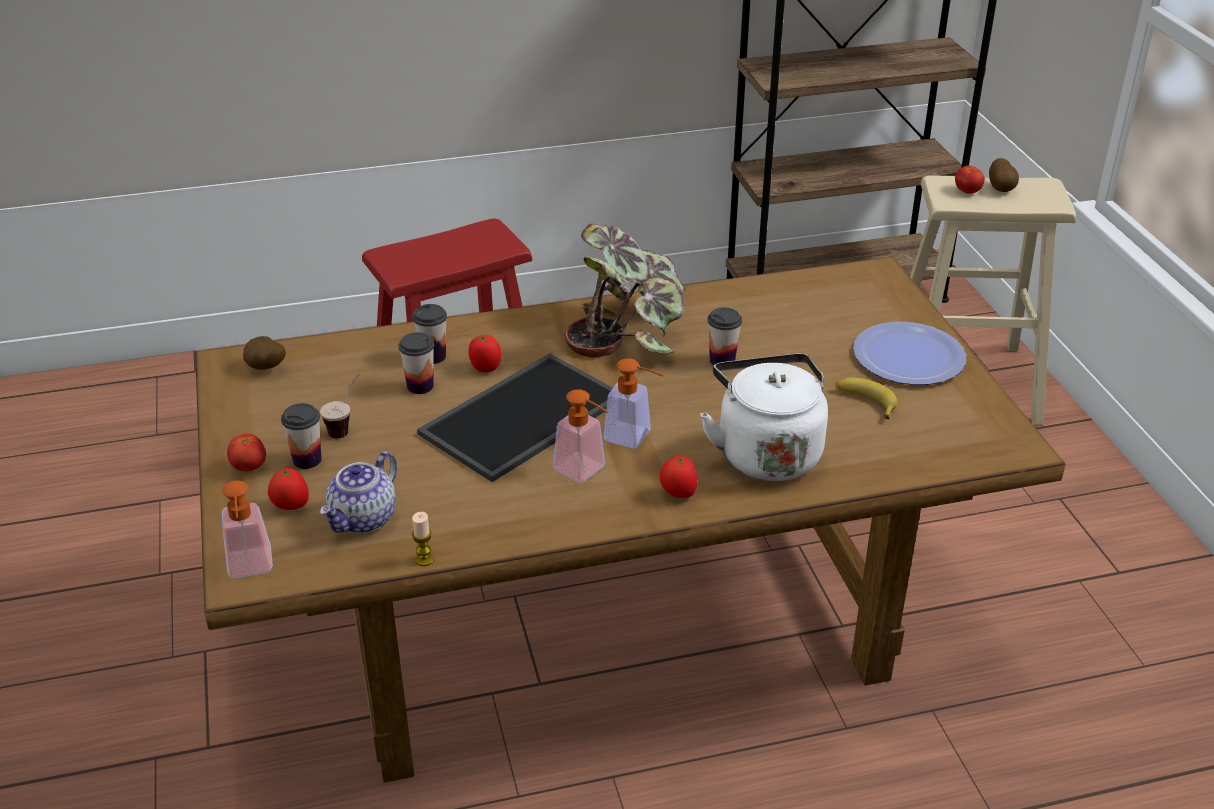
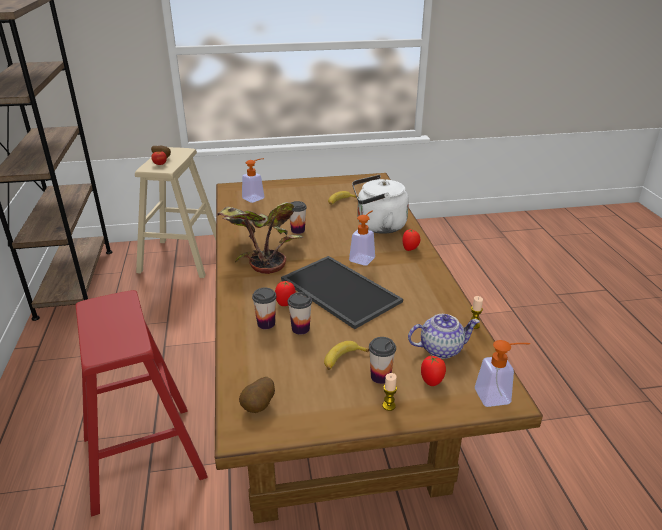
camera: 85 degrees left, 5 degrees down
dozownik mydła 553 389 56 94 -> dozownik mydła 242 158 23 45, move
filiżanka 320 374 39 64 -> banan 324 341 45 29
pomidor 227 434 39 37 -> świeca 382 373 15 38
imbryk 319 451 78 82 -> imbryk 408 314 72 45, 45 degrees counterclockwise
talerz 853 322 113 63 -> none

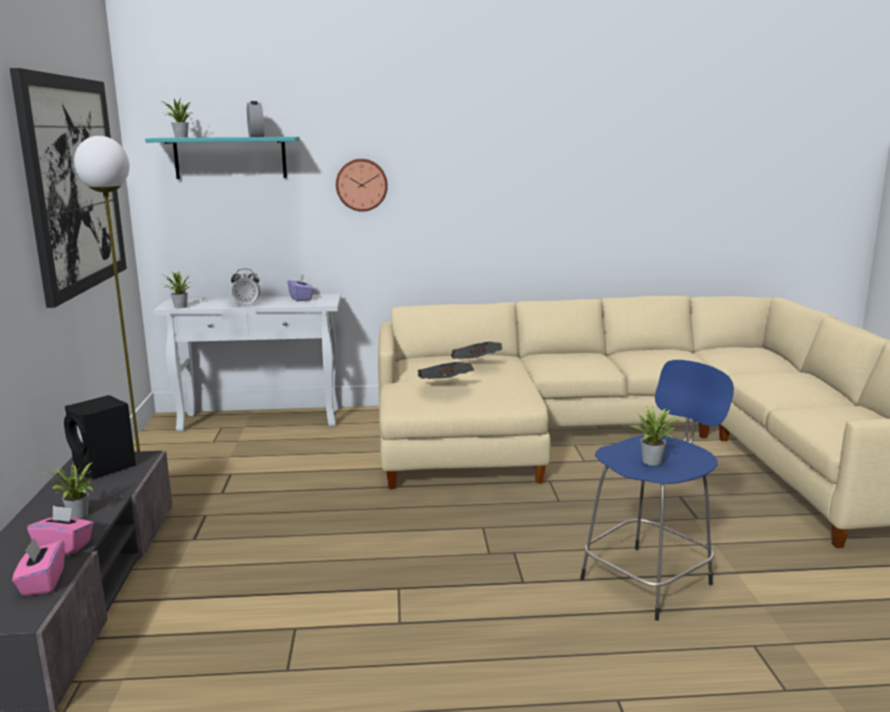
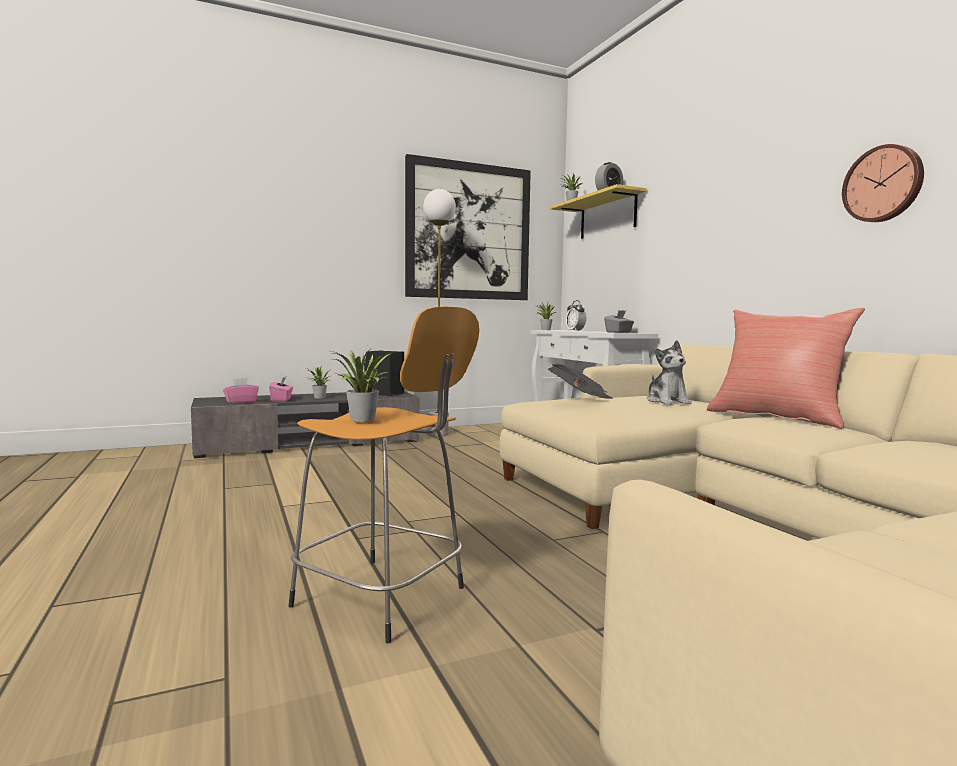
camera: 70 degrees right, 10 degrees down
stołek [niebieski] 580 360 154 261 -> stołek [pomarańczowy] 288 306 191 338
półka [turkusowy] 145 137 155 42 -> półka [żółty] 550 184 97 55
pudełko chusteczek [fioletowy] 287 275 27 27 -> pudełko chusteczek [szary] 604 310 30 23
gazeta 451 342 51 17 -> pluszak 647 340 45 65
none -> poduszka [czerwony] 707 308 158 121
zegar ścienny 336 159 52 53 -> zegar ścienny 842 144 82 78, move

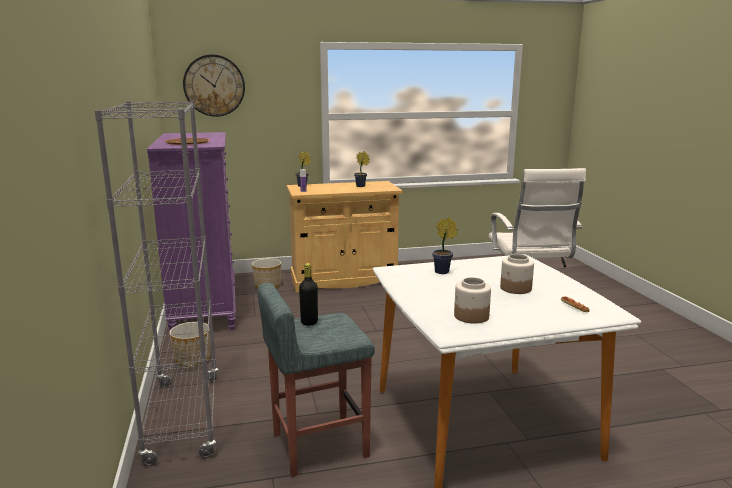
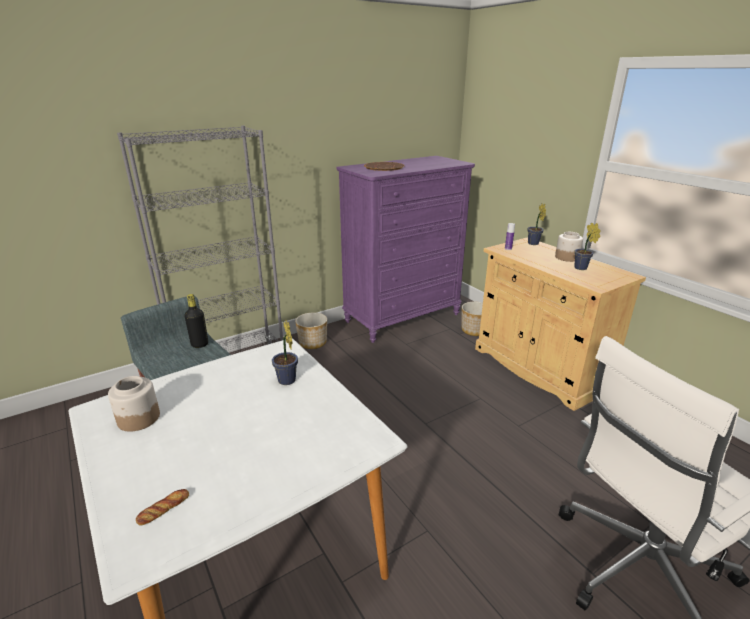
camera: 70 degrees right, 10 degrees up
słoik 500 254 34 40 -> słoik 555 232 28 30, move
zegar ścienny 183 54 62 63 -> none

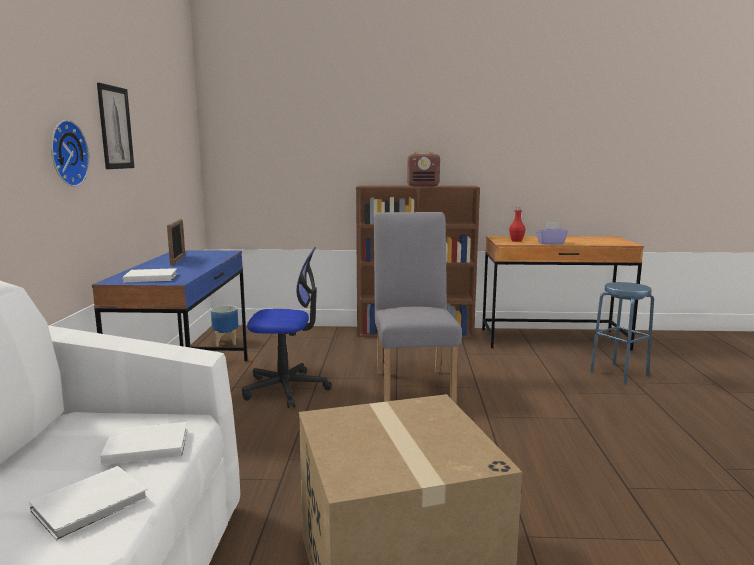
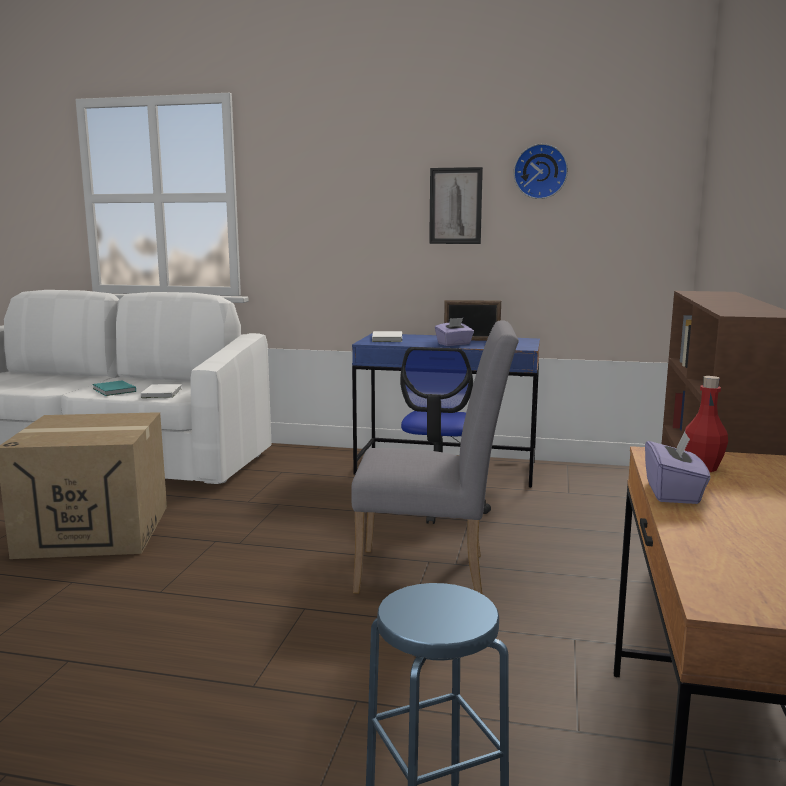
camera: 100 degrees right, 0 degrees up
książka [biały] 29 466 119 75 -> książka [turkusowy] 92 380 44 16
none -> pudełko chusteczek [fioletowy] 435 318 39 28
zegar ścienny 51 120 39 67 -> zegar ścienny 514 144 54 55, move
donica 211 305 27 41 -> none
radio 407 152 33 34 -> none

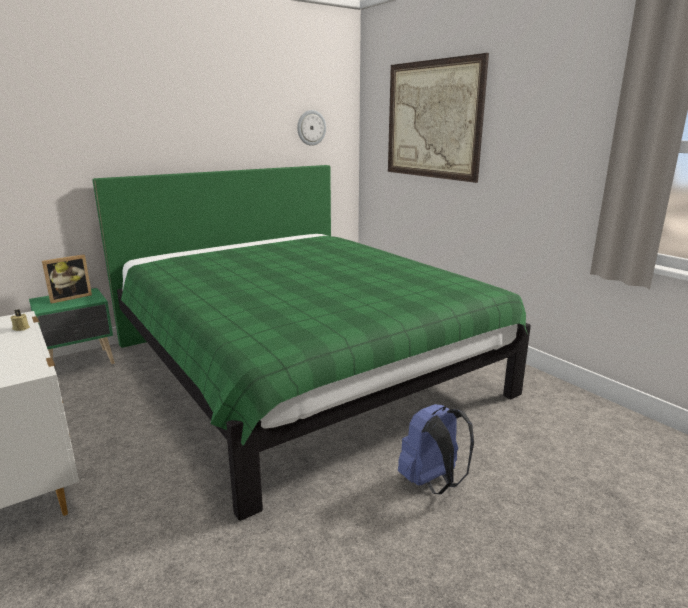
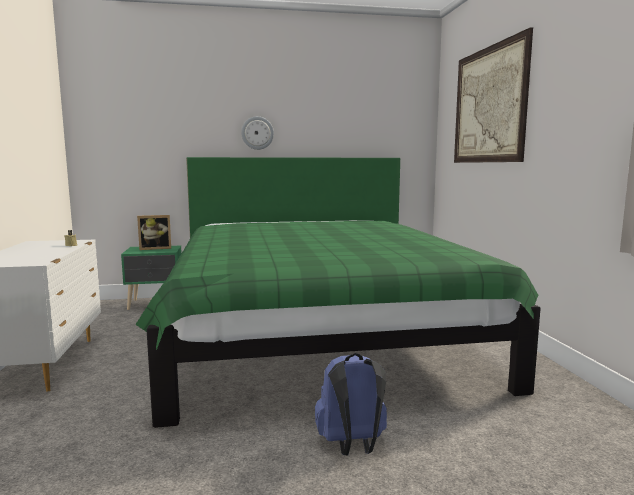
camera: 25 degrees right, 10 degrees down
zegar ścienny 297 110 29 36 -> zegar ścienny 241 116 33 34, move

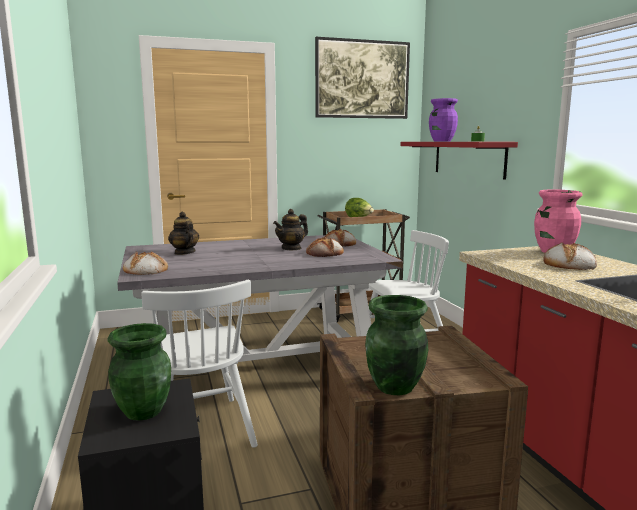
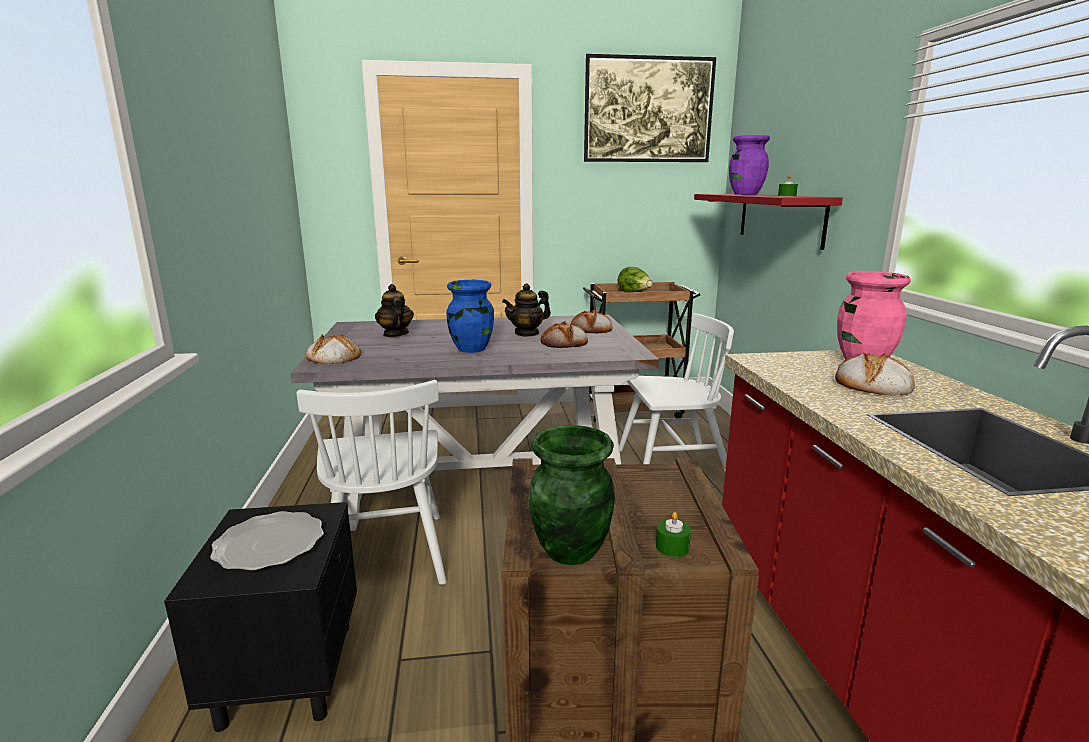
camera: 10 degrees right, 5 degrees up
wazon [zielony] 108 323 63 98 -> talerz 210 511 114 60
none -> wazon [niebieski] 446 280 48 73
none -> świeca [zielony] 656 512 35 45

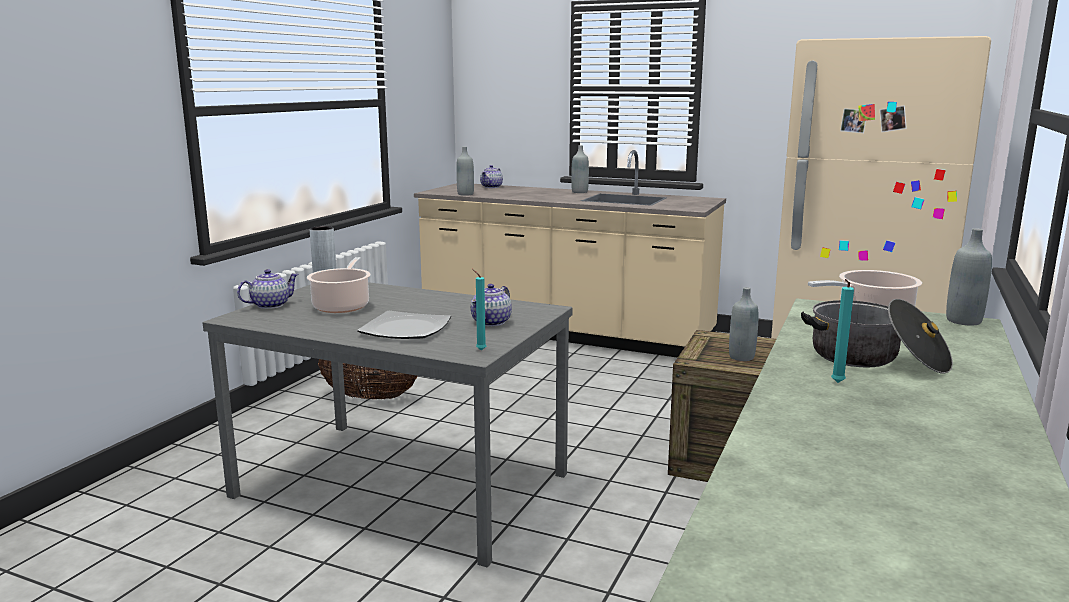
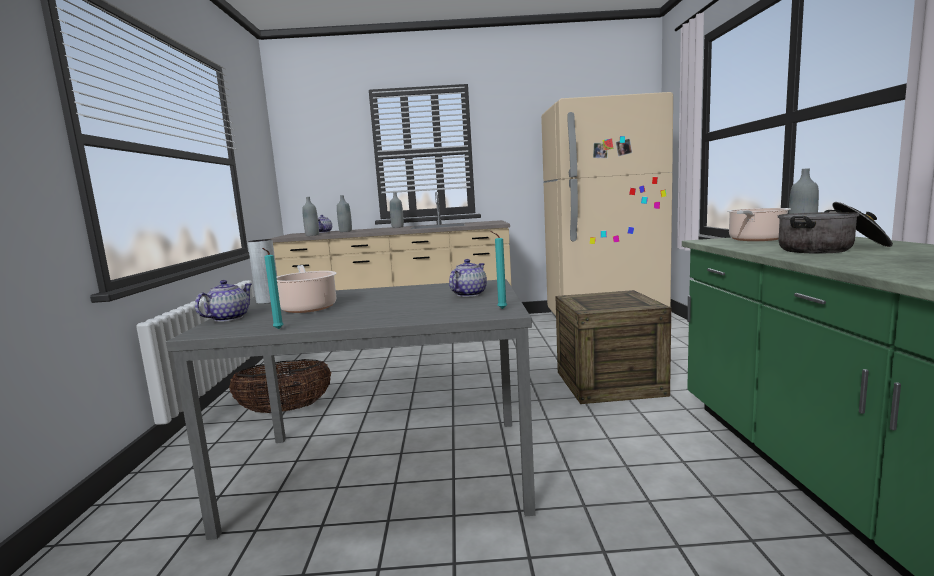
camera: 25 degrees left, 5 degrees down
świeca [turkusowy] 831 279 23 104 -> świeca [turkusowy] 262 248 22 81, move
butelka [szary] 729 287 29 74 -> butelka [szary] 337 195 15 37, move
imbryk 471 284 41 43 -> imbryk 449 259 38 38, 150 degrees counterclockwise
talerz 357 311 94 28 -> none

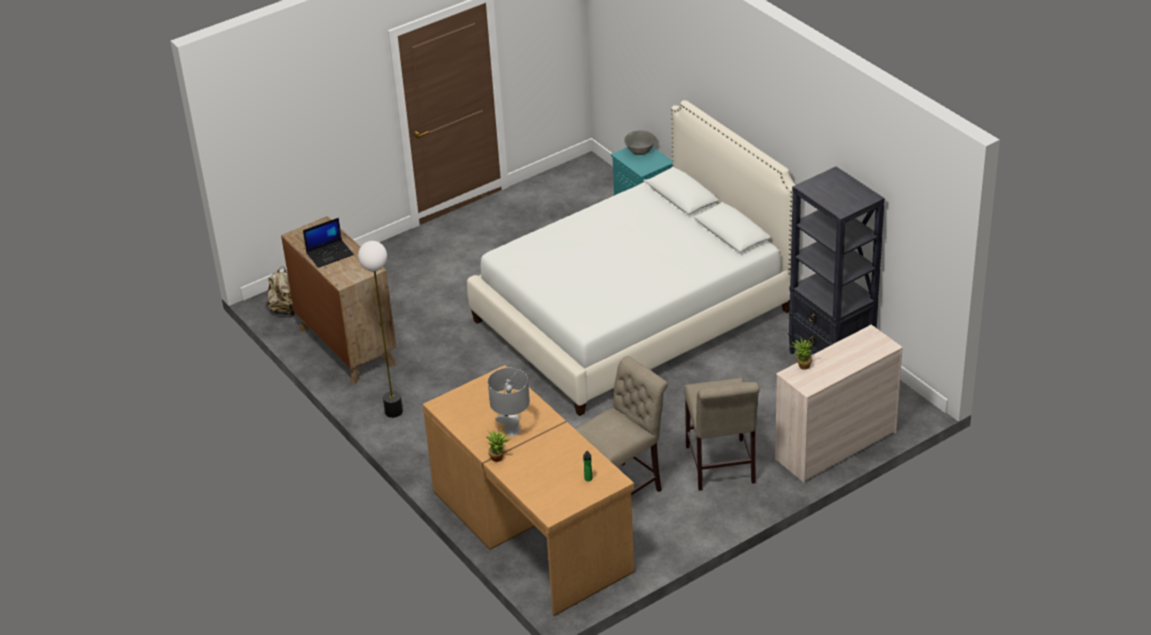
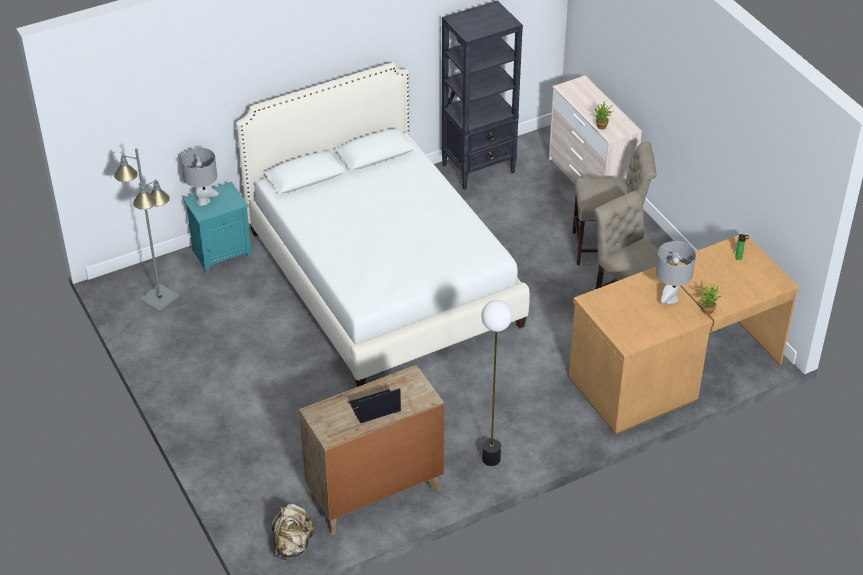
camera: 85 degrees left, 5 degrees up
none -> lampa stojąca [szary] 114 148 66 165
miska [szary] 624 130 32 25 -> lampa stołowa [szary] 181 147 38 59
laptop 303 218 51 50 -> laptop 349 388 52 35, 90 degrees counterclockwise

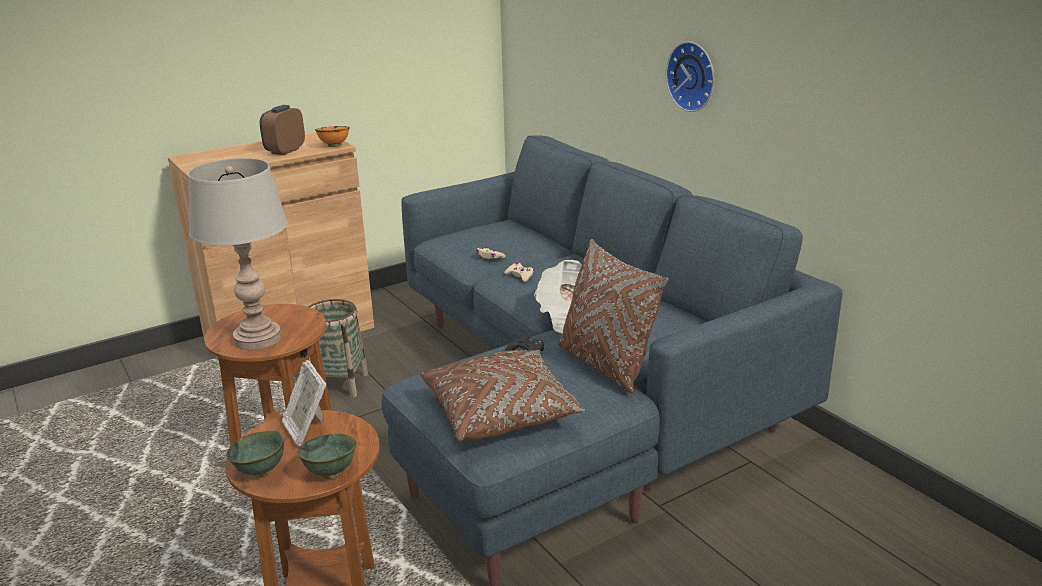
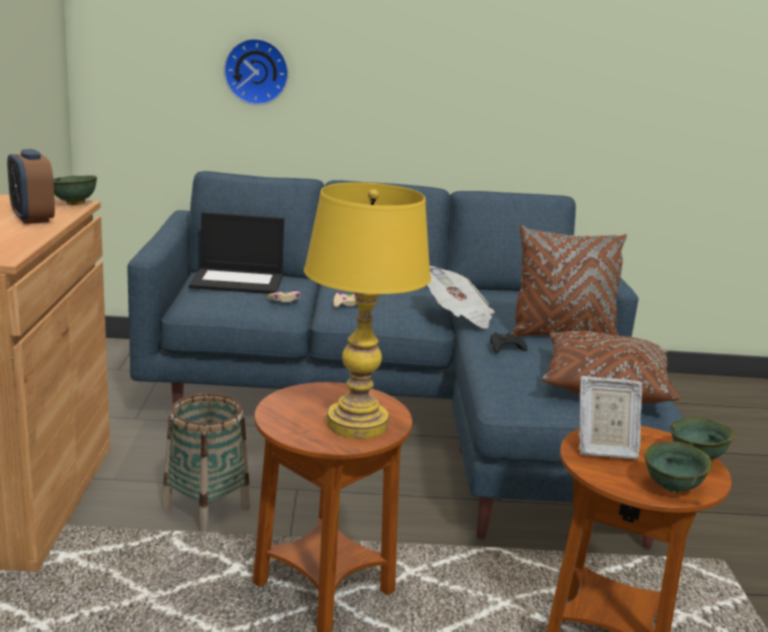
camera: 60 degrees left, 5 degrees down
miska [pomarańczowy] 315 126 35 21 -> miska [zielony] 53 175 44 30
none -> laptop 189 212 95 82
zegar ścienny 666 42 48 70 -> zegar ścienny 224 38 65 67, move
lampa stołowa [szary] 188 158 100 192 -> lampa stołowa [żółty] 304 182 127 257

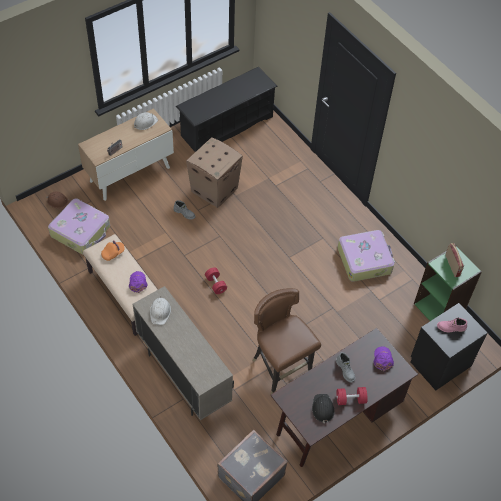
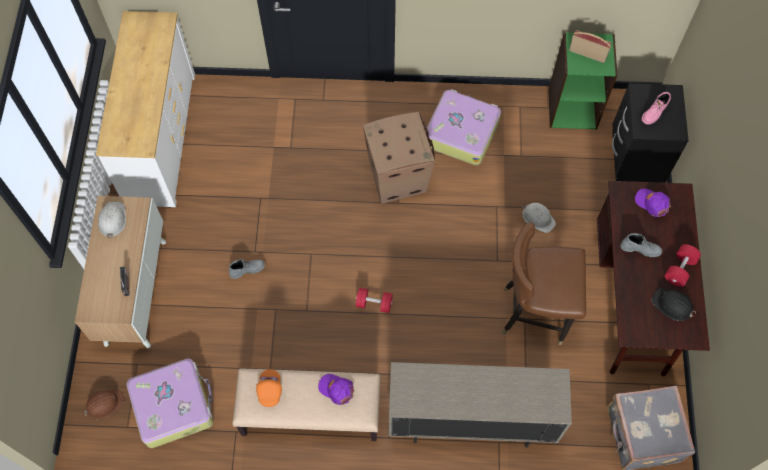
camera: 50 degrees left, 10 degrees up
regał na buty [czarny] 176 67 102 85 -> komoda [biały] 96 11 99 197
karton 186 137 57 71 -> karton 363 112 72 92, move
kask [biały] 150 297 21 28 -> kask [biały] 522 203 34 30, move

